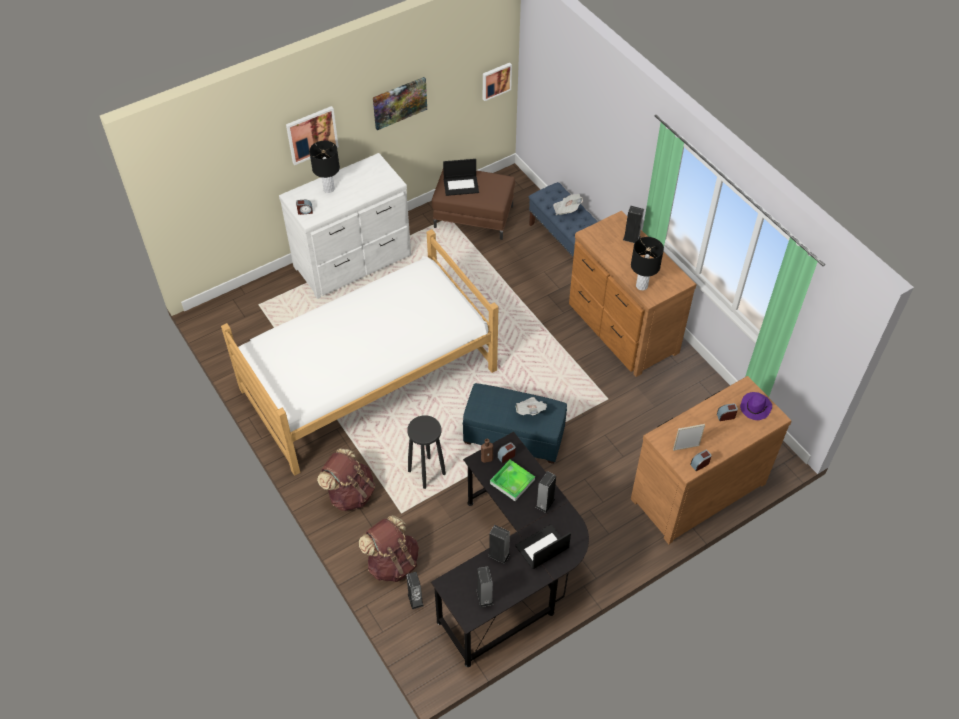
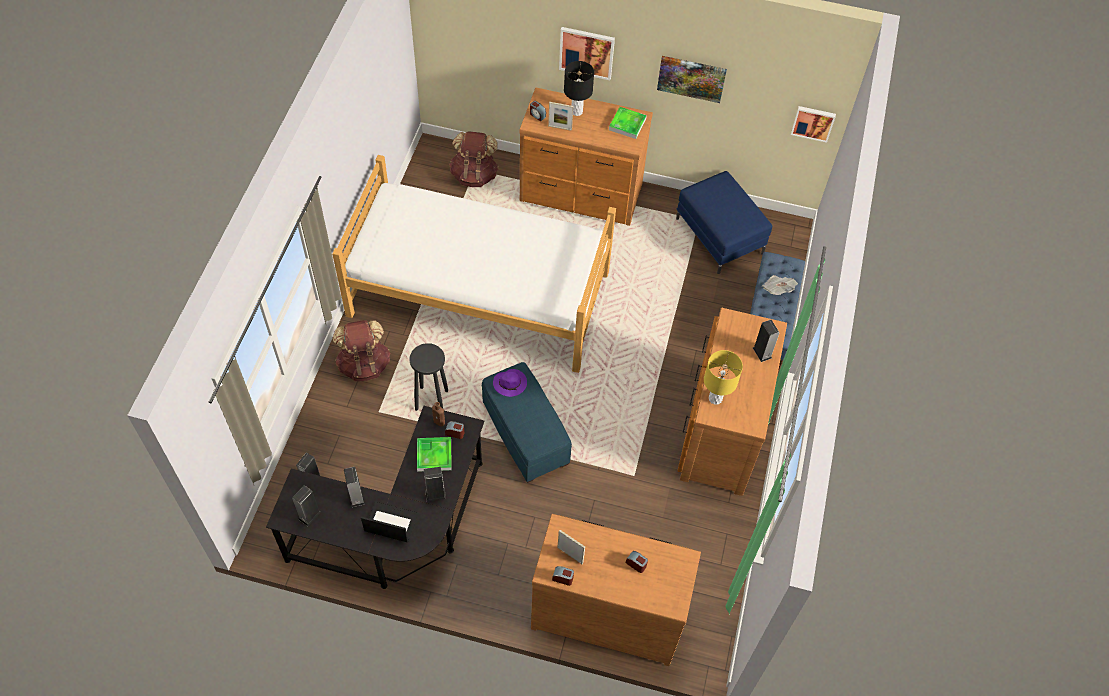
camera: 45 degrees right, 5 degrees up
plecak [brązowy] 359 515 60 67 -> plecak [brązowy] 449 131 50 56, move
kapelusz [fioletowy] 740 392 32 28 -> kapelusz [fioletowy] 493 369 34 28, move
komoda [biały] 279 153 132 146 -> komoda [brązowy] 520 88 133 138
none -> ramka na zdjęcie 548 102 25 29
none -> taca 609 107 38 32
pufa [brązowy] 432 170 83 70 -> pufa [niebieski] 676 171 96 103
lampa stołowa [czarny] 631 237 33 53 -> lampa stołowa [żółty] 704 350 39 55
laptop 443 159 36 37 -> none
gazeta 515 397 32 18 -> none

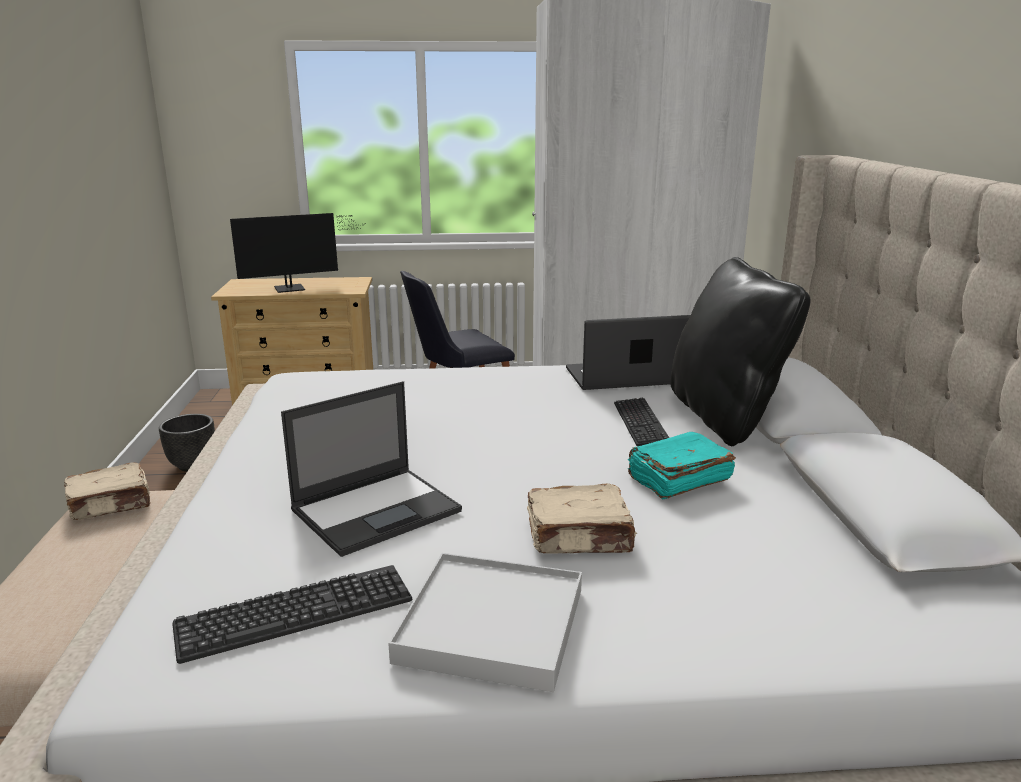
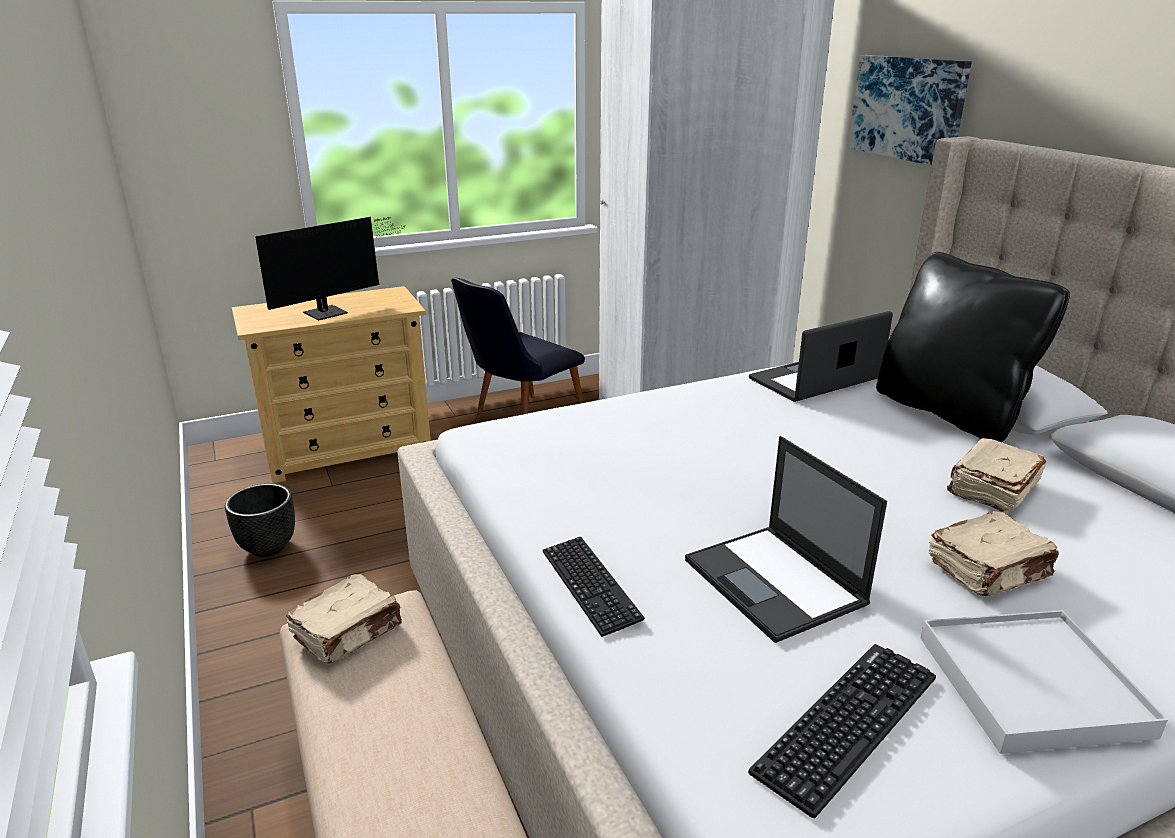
camera: 20 degrees left, 5 degrees up
klawiatura 614 398 55 48 -> klawiatura 543 537 102 100, move
laptop 281 381 181 176 -> laptop 685 436 202 207, 120 degrees clockwise
none -> obraz 848 55 124 110
książka [turkusowy] 628 432 108 67 -> książka [beżowy] 947 438 99 75

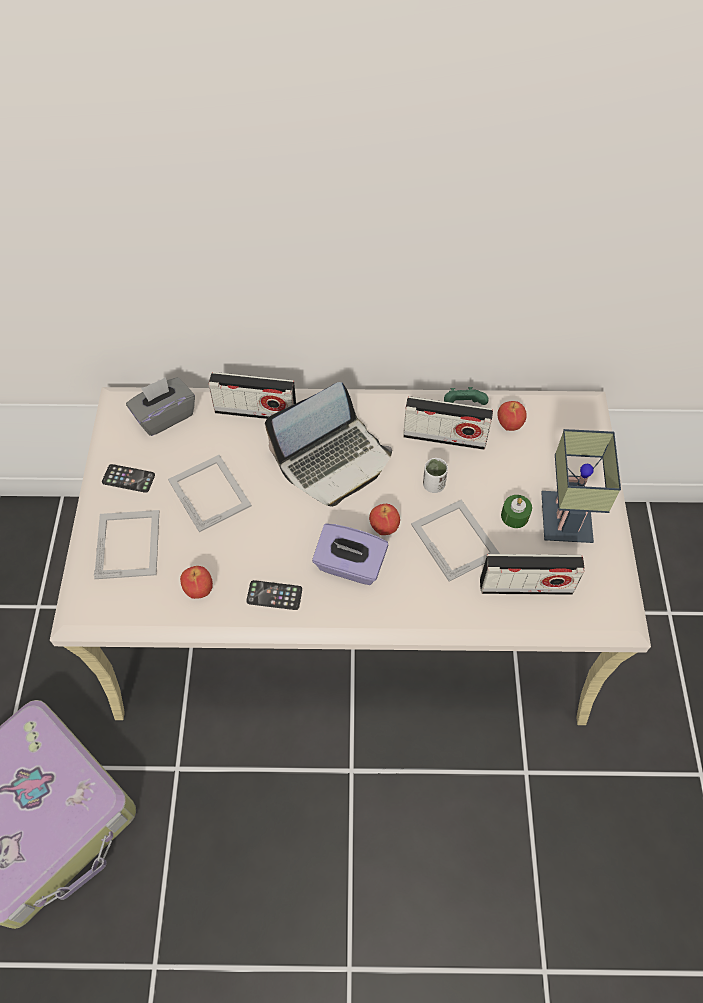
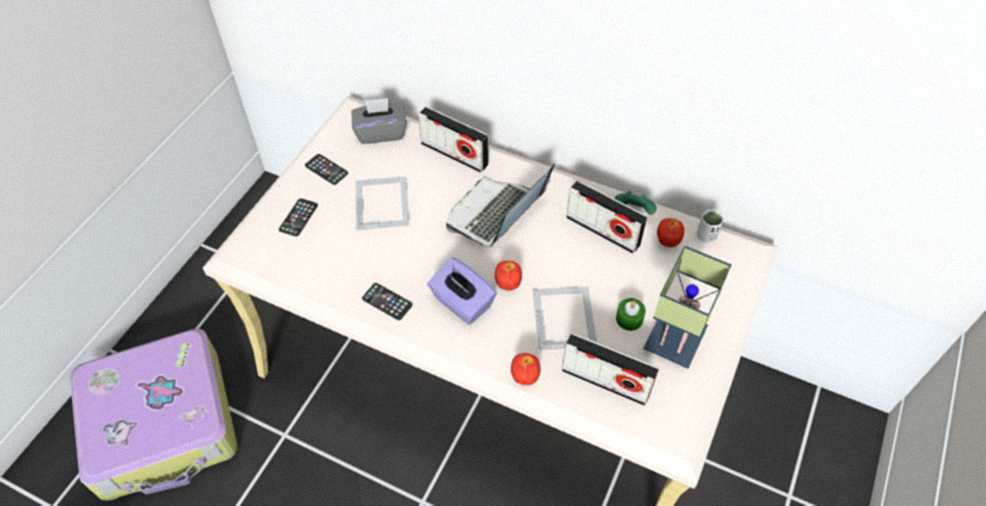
camera: 25 degrees right, 5 degrees down
ramka na zdjęcie 94 510 65 69 -> telefon 279 198 39 39
laptop 265 382 127 125 -> laptop 446 164 109 83, 135 degrees clockwise
jabłko 180 566 33 33 -> jabłko 511 353 30 32, move
filiżanka [biały] 423 458 25 35 -> filiżanka [biały] 697 210 27 33, move

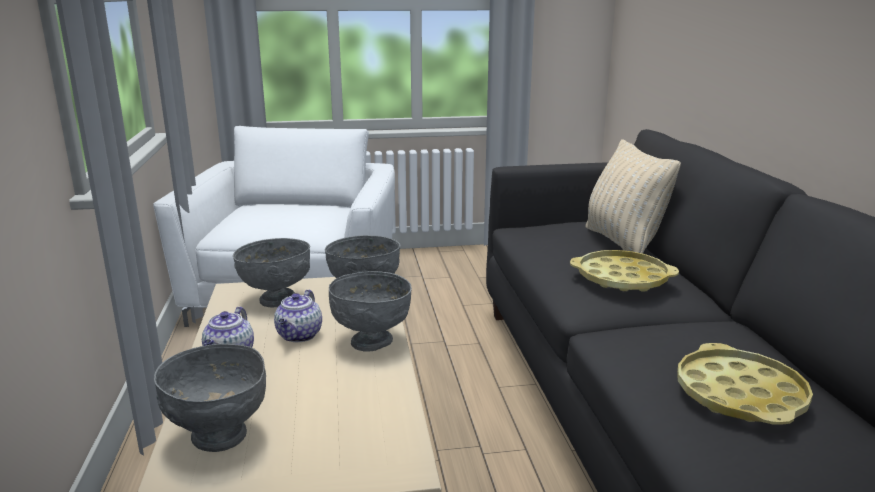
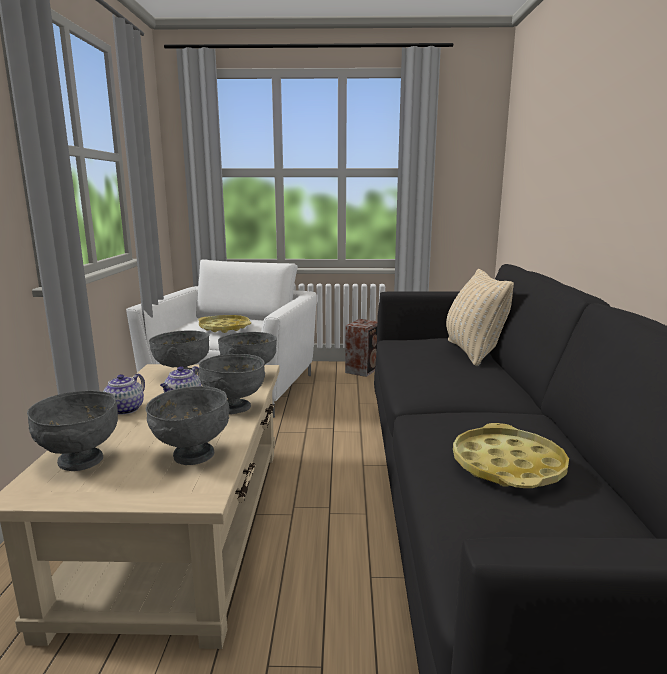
camera: 10 degrees right, 5 degrees down
none -> miska [szary] 146 386 83 79
taca [żółty] 570 250 109 42 -> taca [żółty] 198 315 53 18, move
none -> głośnik 345 319 32 58

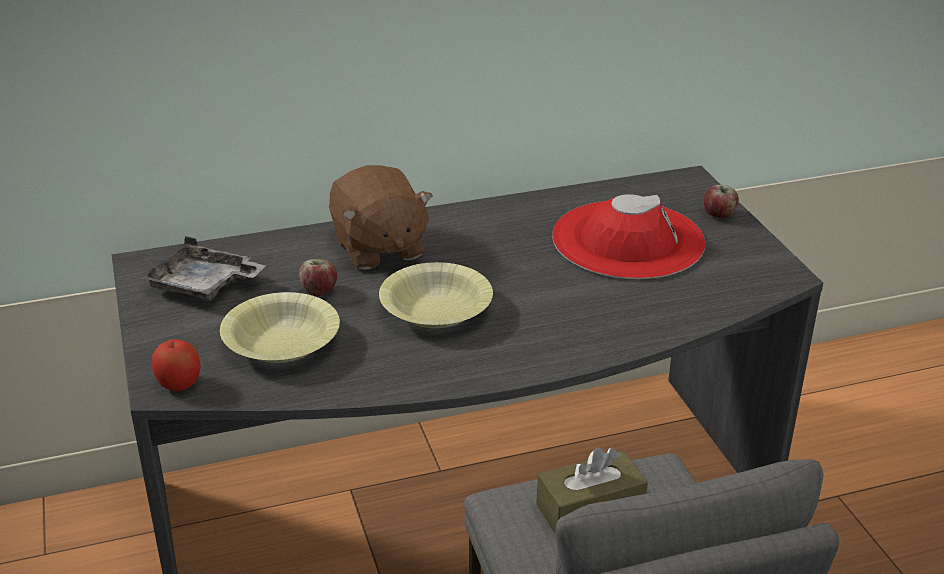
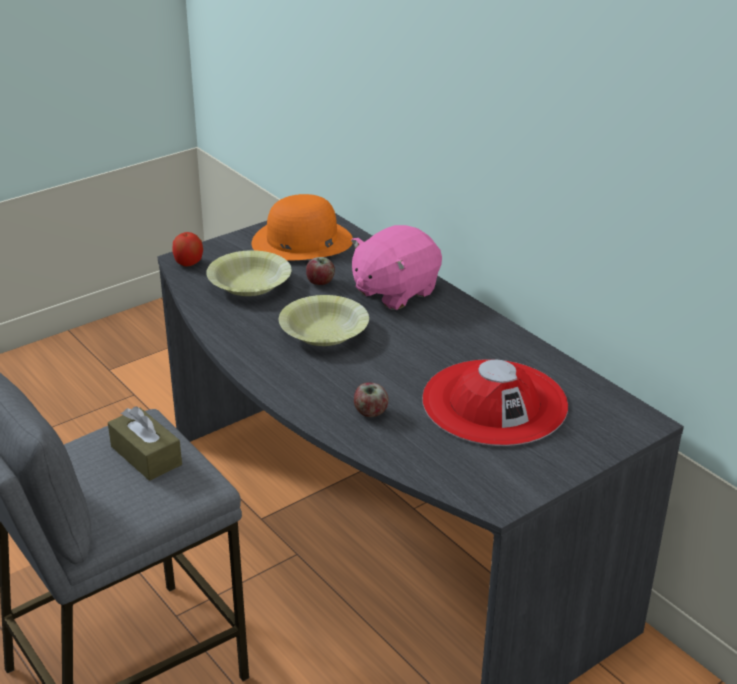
camera: 70 degrees right, 0 degrees up
taca [szary] 140 236 126 65 -> kapelusz [pomarańczowy] 251 194 102 67
pluszak [brązowy] 329 165 104 105 -> pluszak [różowy] 351 225 91 85
jabłko 703 185 36 33 -> jabłko 354 383 35 34, move

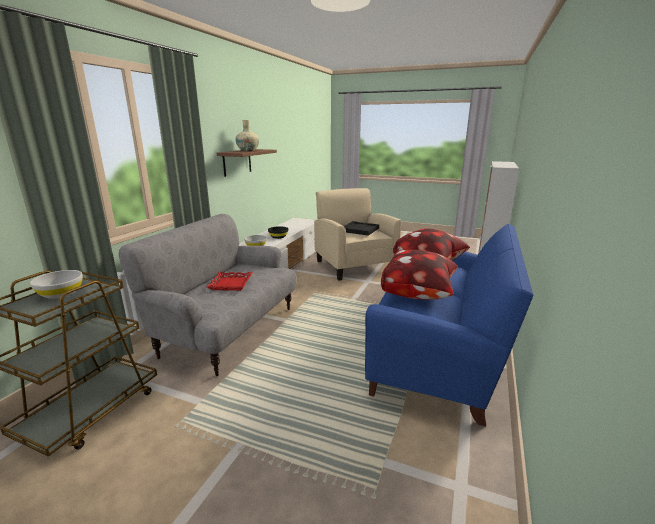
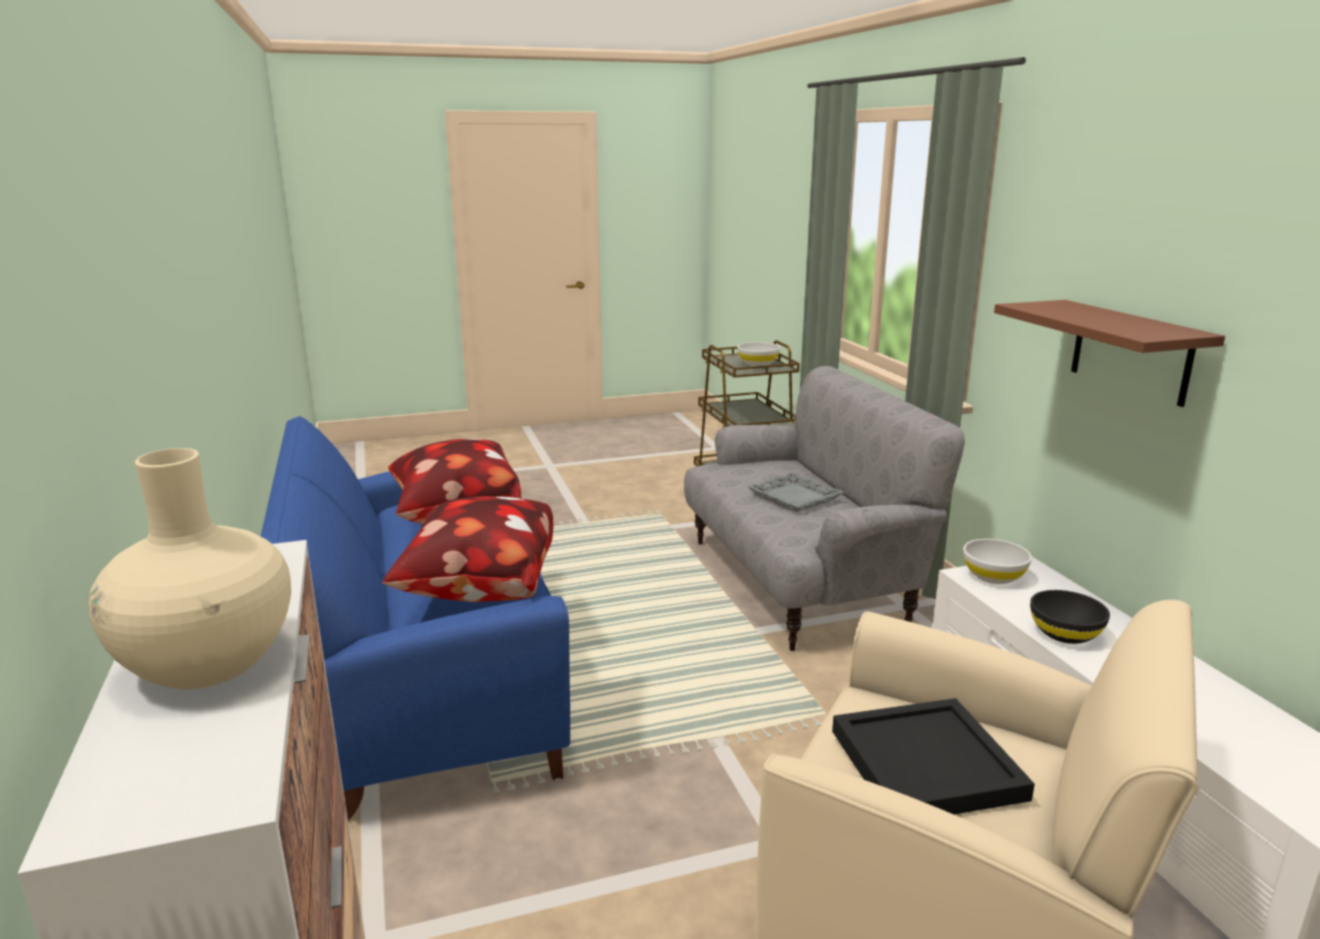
camera: 140 degrees right, 0 degrees up
wazon [beżowy] 235 120 24 31 -> wazon [beżowy] 89 448 202 241, move
taca [czerwony] 207 272 46 19 -> taca [szary] 747 472 97 40

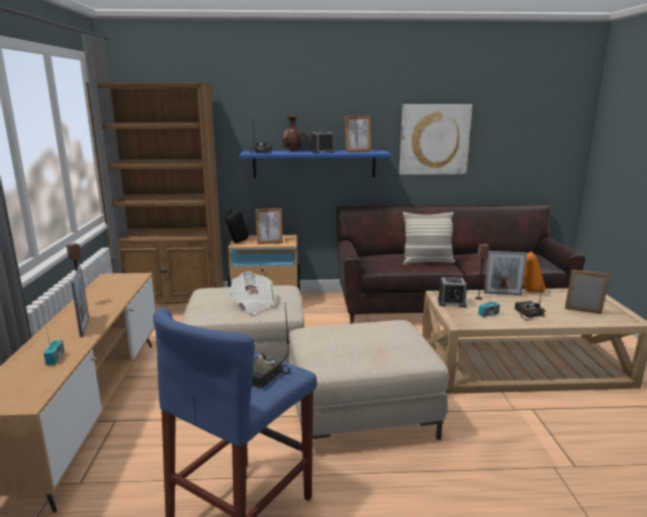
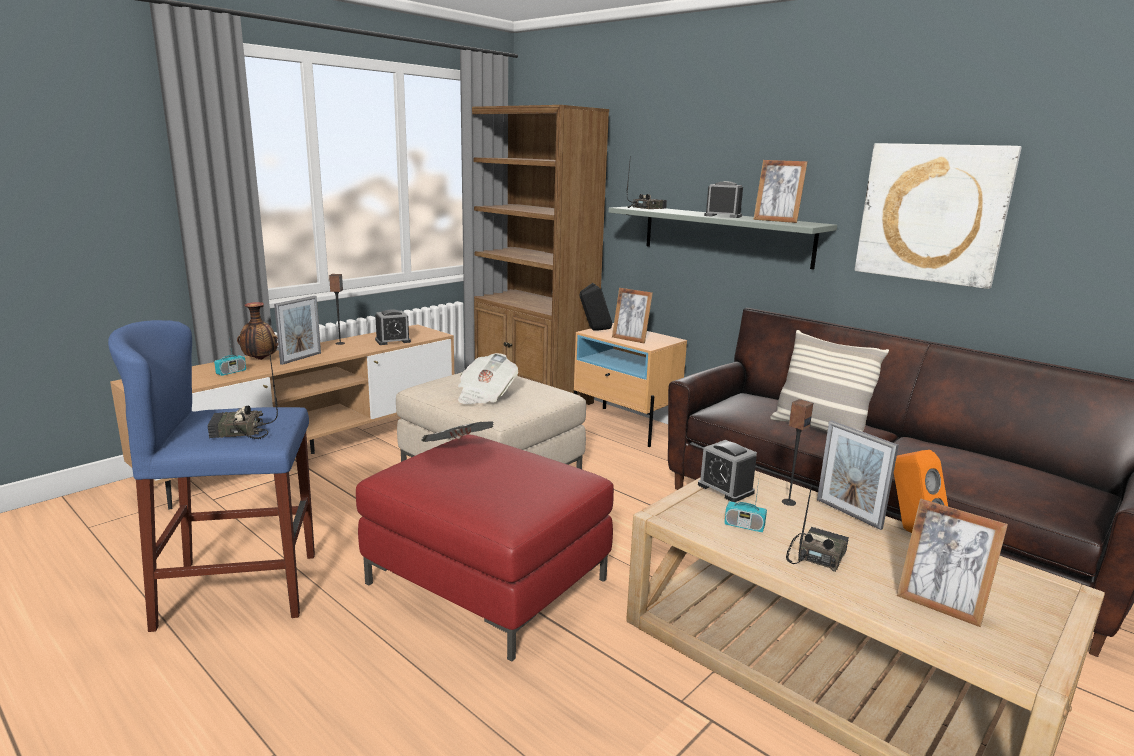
camera: 45 degrees right, 0 degrees up
wazon 283 116 20 35 -> wazon 237 302 41 58, move
pufa [beżowy] 289 320 160 120 -> pufa [czerwony] 356 435 258 227
none -> budzik 375 309 36 36
none -> gazeta 421 421 73 21
półka [niebieski] 239 150 152 28 -> półka [szary] 608 206 229 63
ramka na zdjęcie 565 270 45 44 -> ramka na zdjęcie 897 499 111 128, 150 degrees clockwise

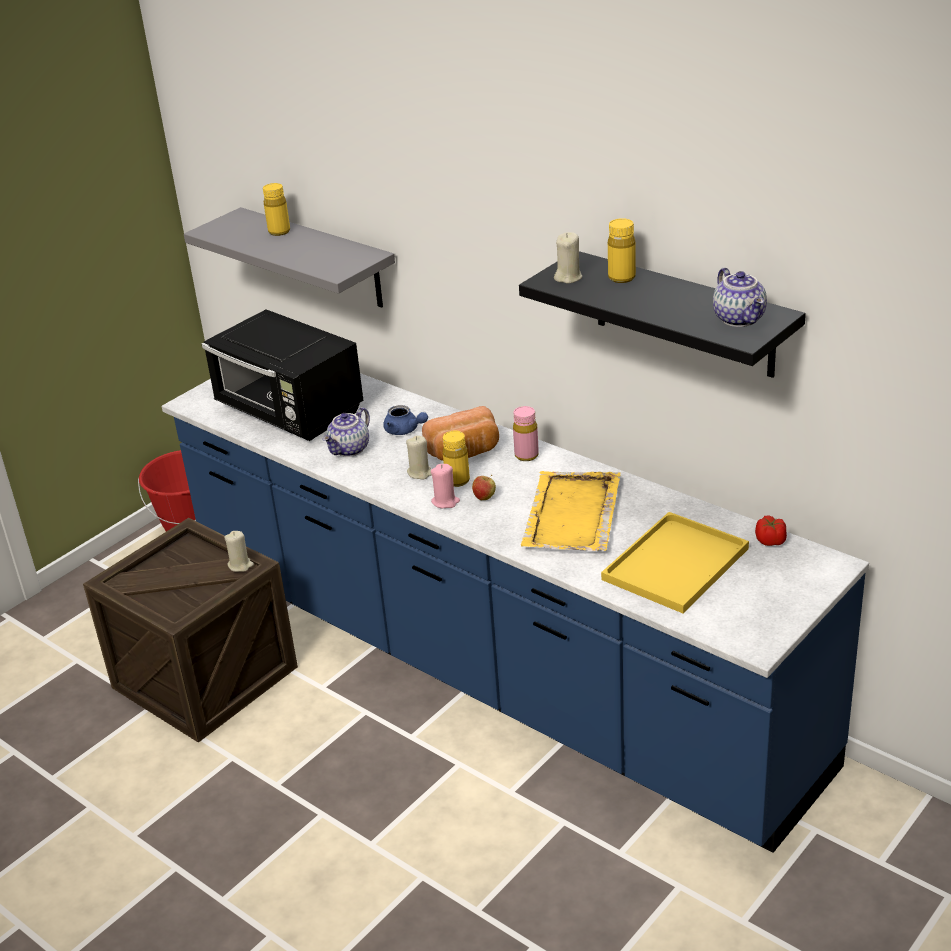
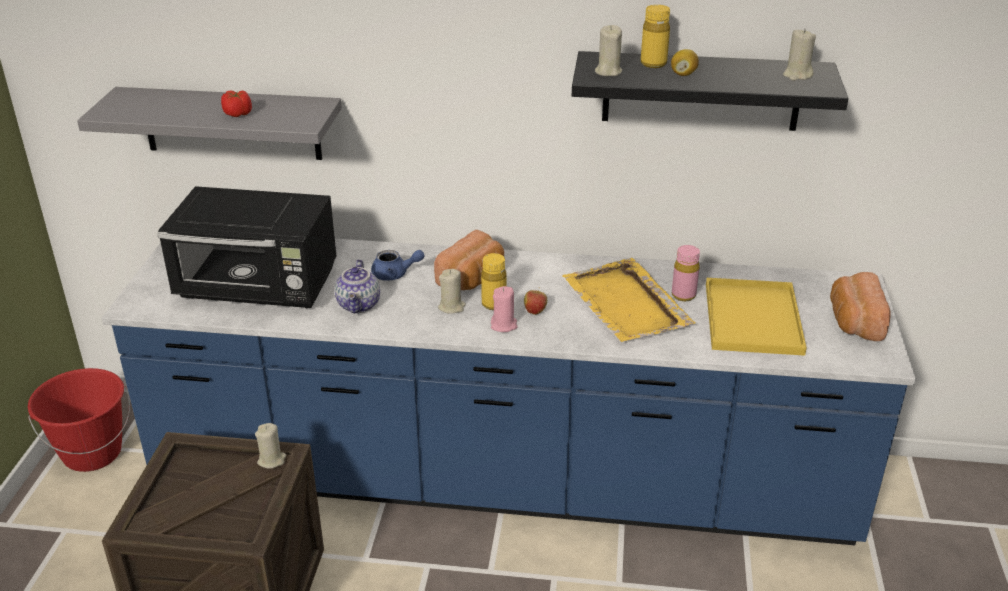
camera: 35 degrees left, 0 degrees up
pomidor 755 515 32 31 -> pomidor 221 90 31 27, move
none -> cytryna 671 49 28 27
butelka [różowy] 513 406 26 55 -> butelka [różowy] 672 245 28 56, move
imbryk 713 267 54 60 -> świeca [beżowy] 783 29 33 52
none -> chleb 830 272 61 69
butelka [żółty] 263 183 27 53 -> none

